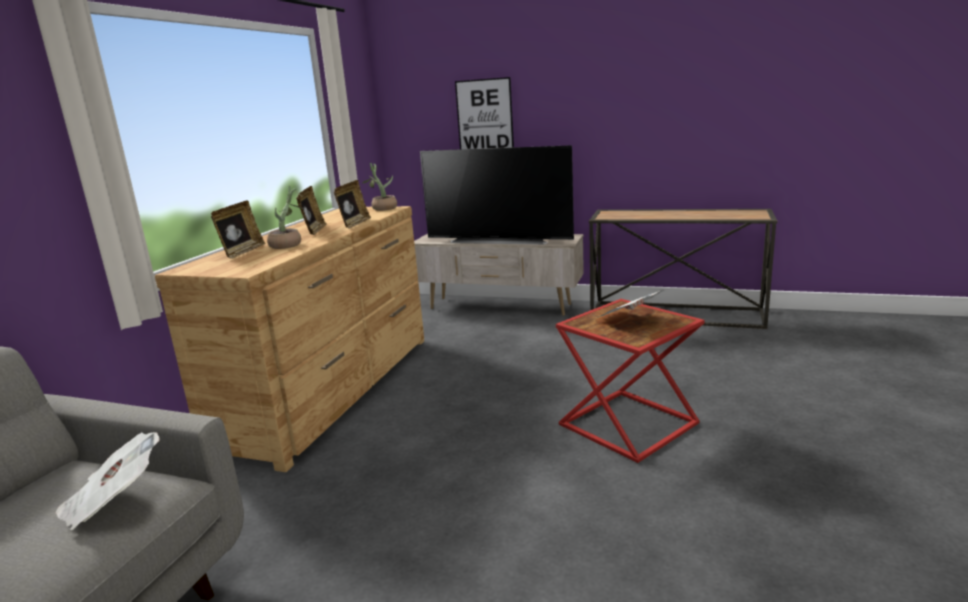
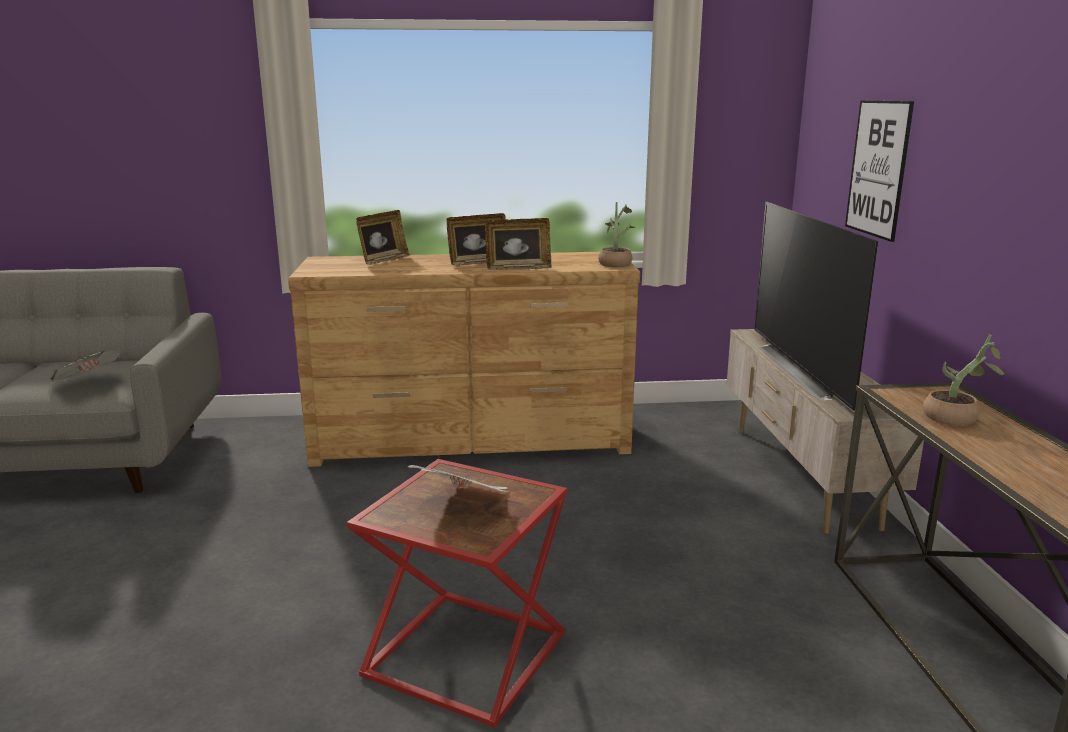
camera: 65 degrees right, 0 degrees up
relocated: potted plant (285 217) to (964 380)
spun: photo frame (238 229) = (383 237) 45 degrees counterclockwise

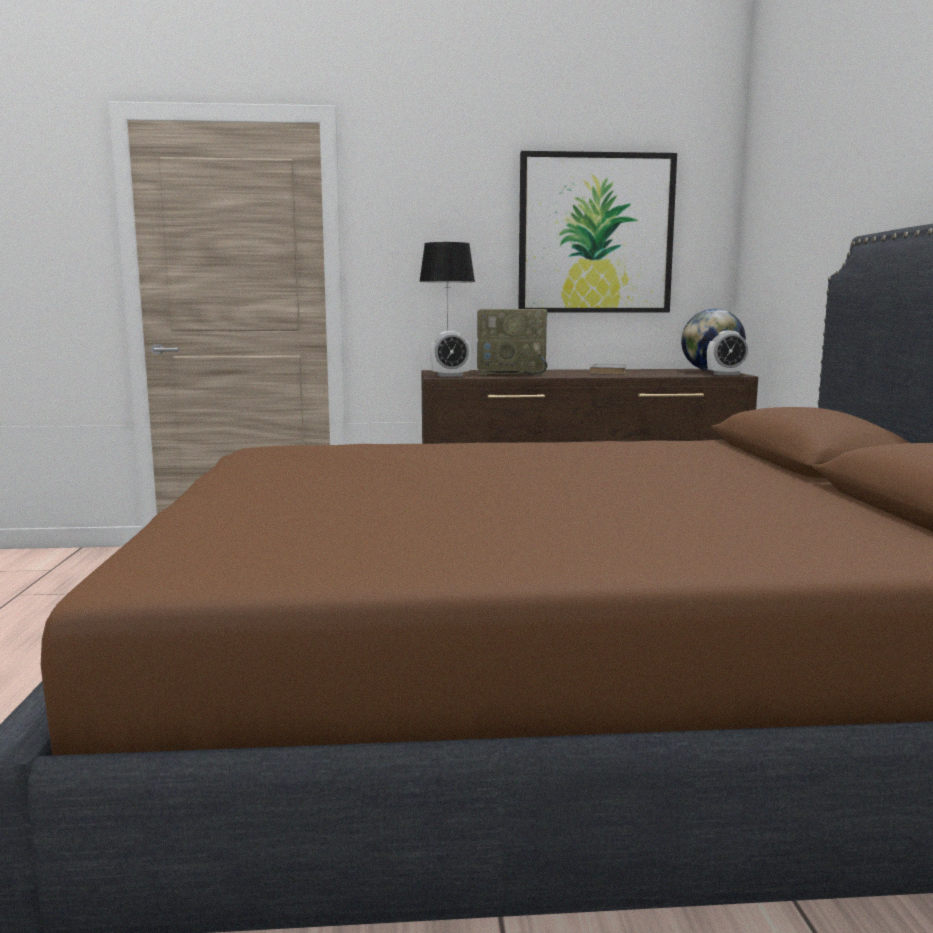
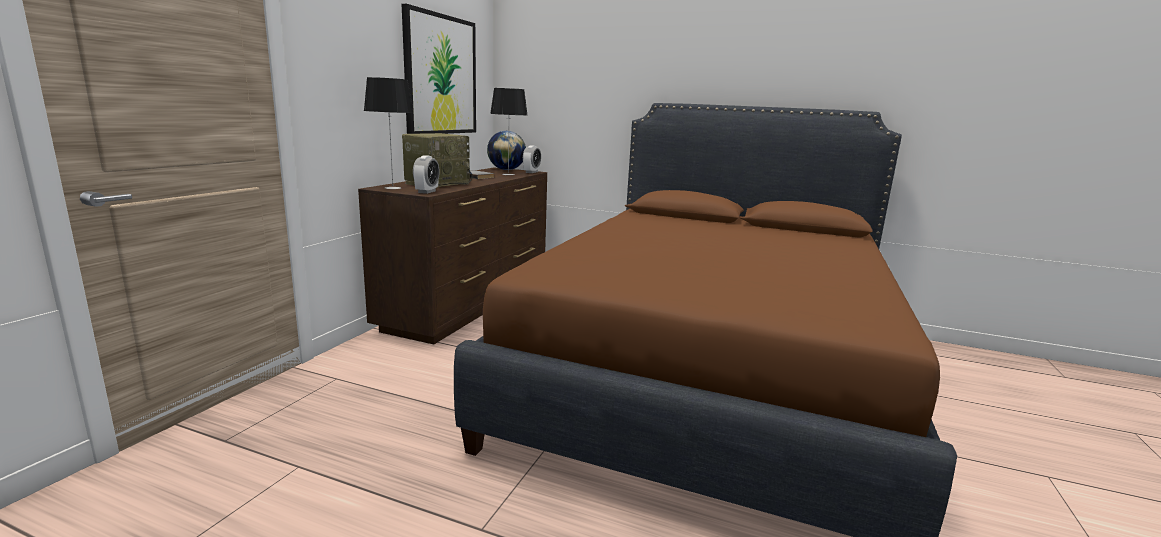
camera: 65 degrees left, 5 degrees up
appeared: tabletop lamp (508 131)

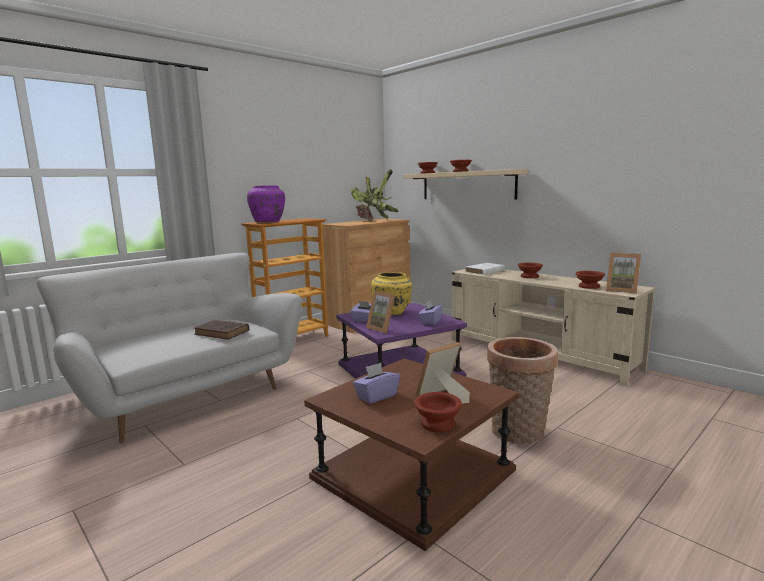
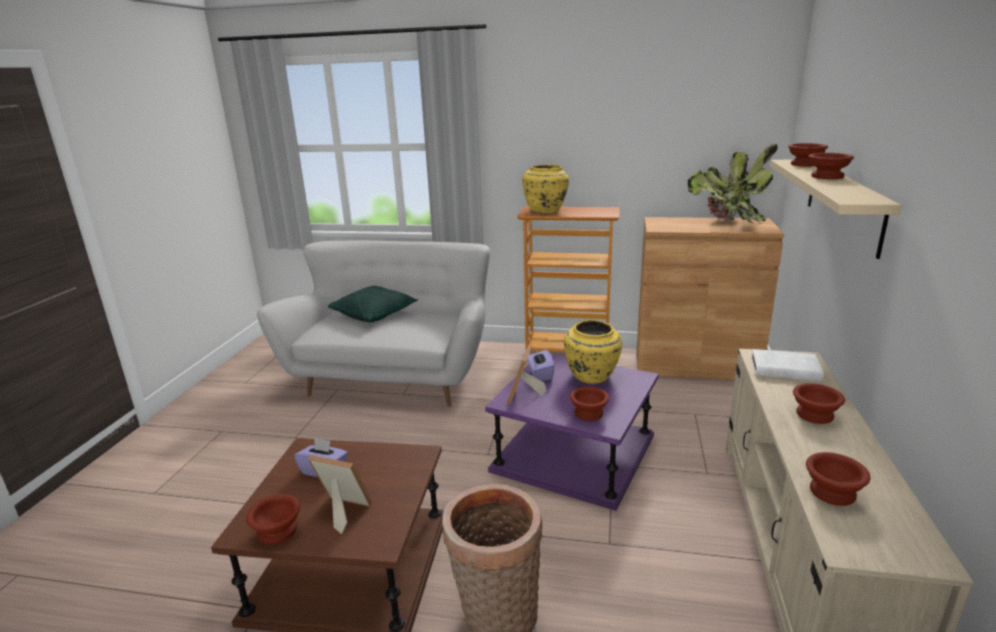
camera: 55 degrees right, 10 degrees up
missing: bound book (brown-coloured) (221 329); photo frame (623 273)
appeared: pillow (greenish) (373 304)
exchanged: tissue box (purple) (431 312) to deep dish (brown-coloured) (589 404)
colour: flower vase (purple) (266 203) to flower vase (yellowish) (545 188)

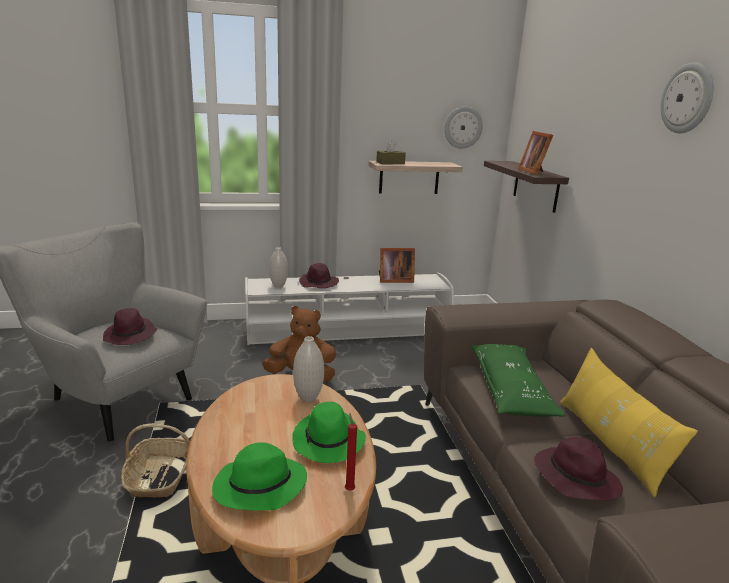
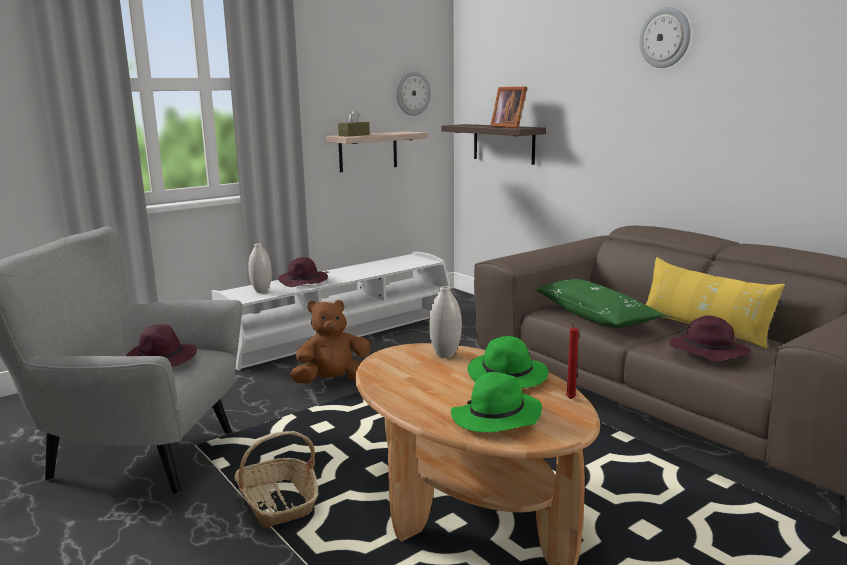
camera: 25 degrees left, 5 degrees down
missing: photo frame (397 265)

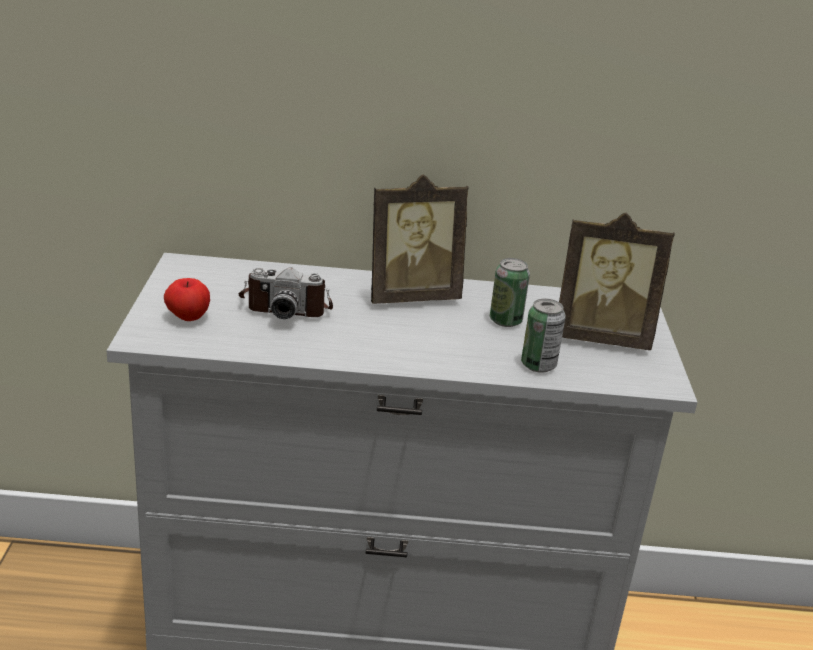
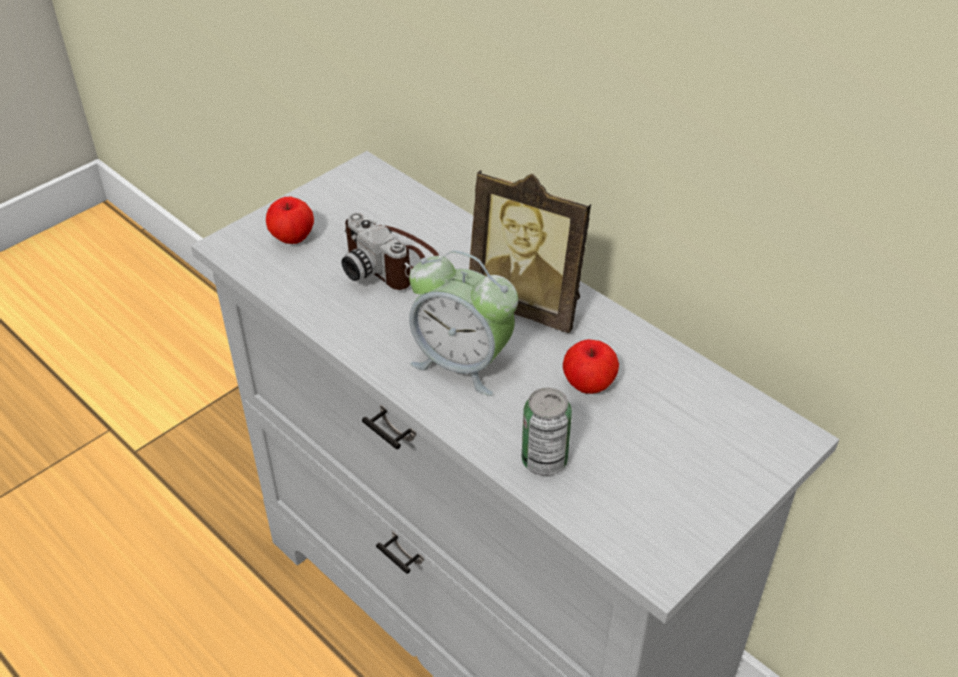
camera: 45 degrees right, 15 degrees up
missing: photo frame (617 281)
appeared: alarm clock (463 323)
exchanged: metal can (510 292) to apple fruit (591 366)

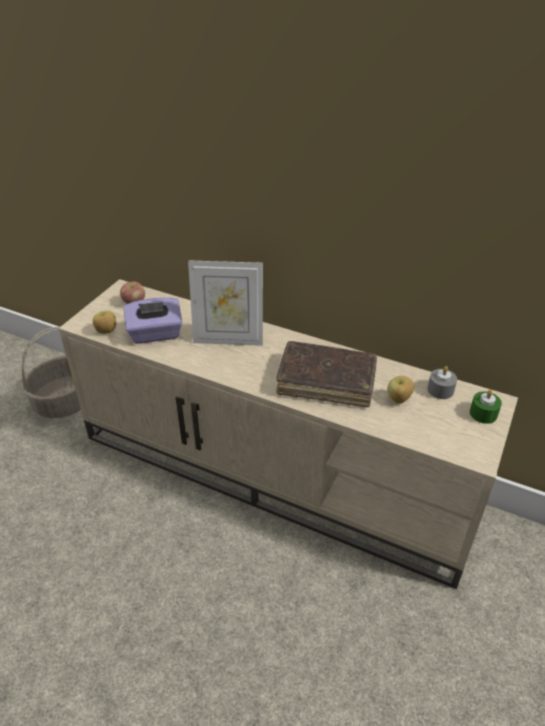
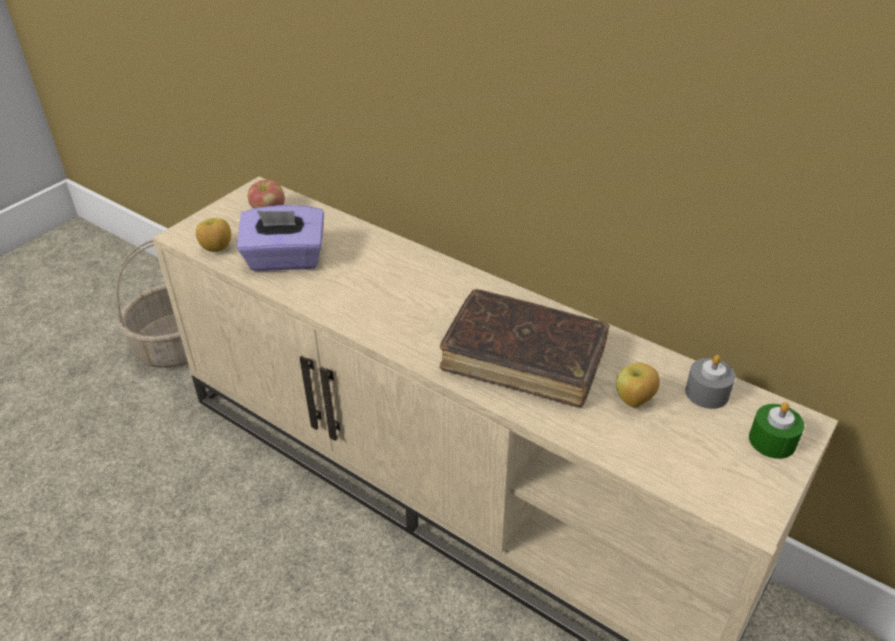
camera: 10 degrees right, 0 degrees up
missing: photo frame (225 303)

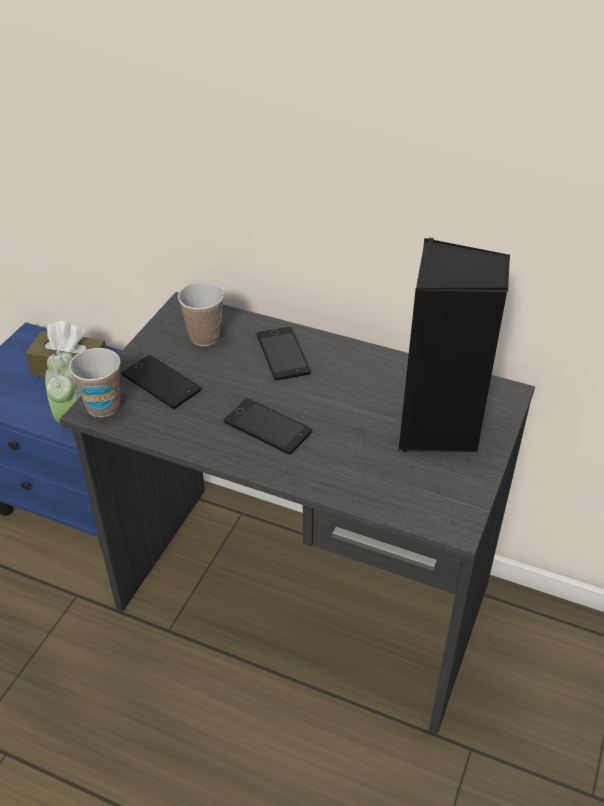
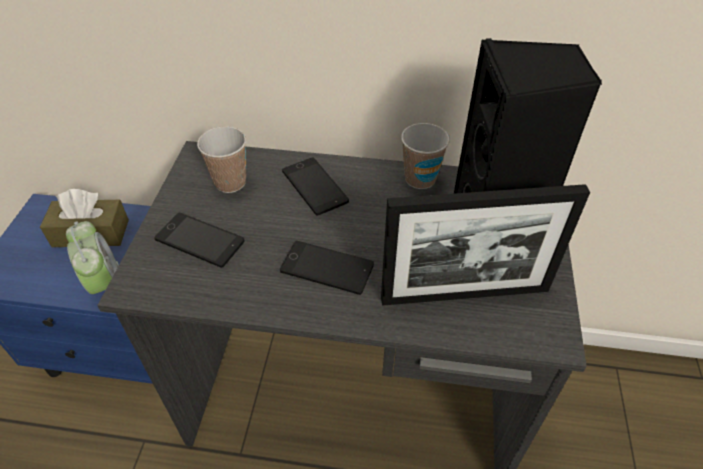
camera: 15 degrees left, 5 degrees up
appeared: photo frame (485 245)
relocated: small cup (94 382) to (425 156)

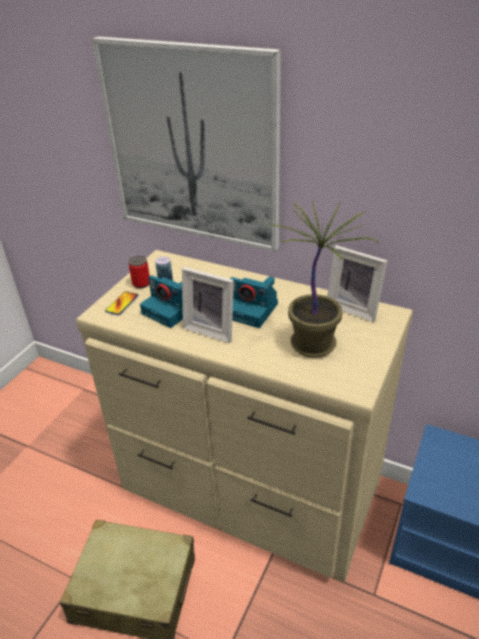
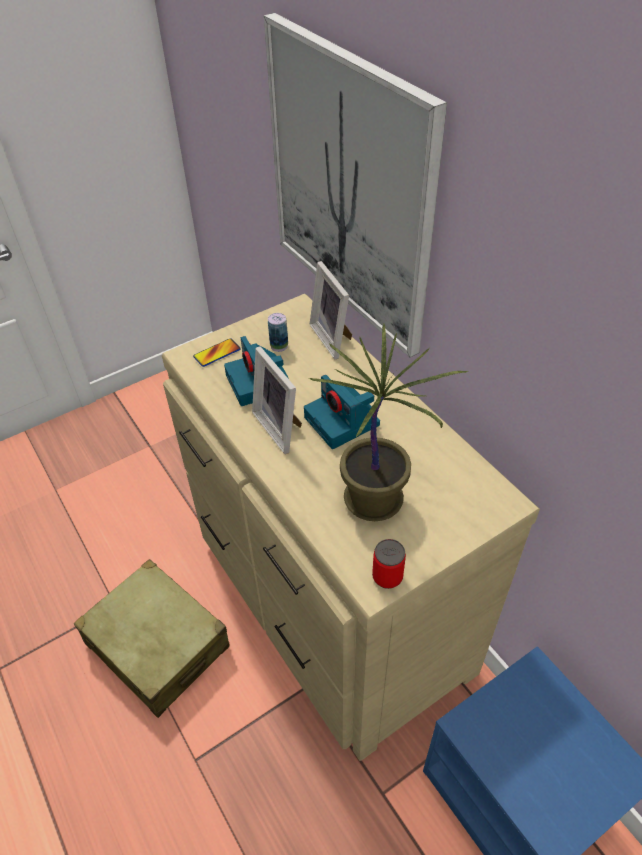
camera: 30 degrees right, 10 degrees up
relocated: photo frame (357 283) to (331 310); metal can (139 272) to (389 564)

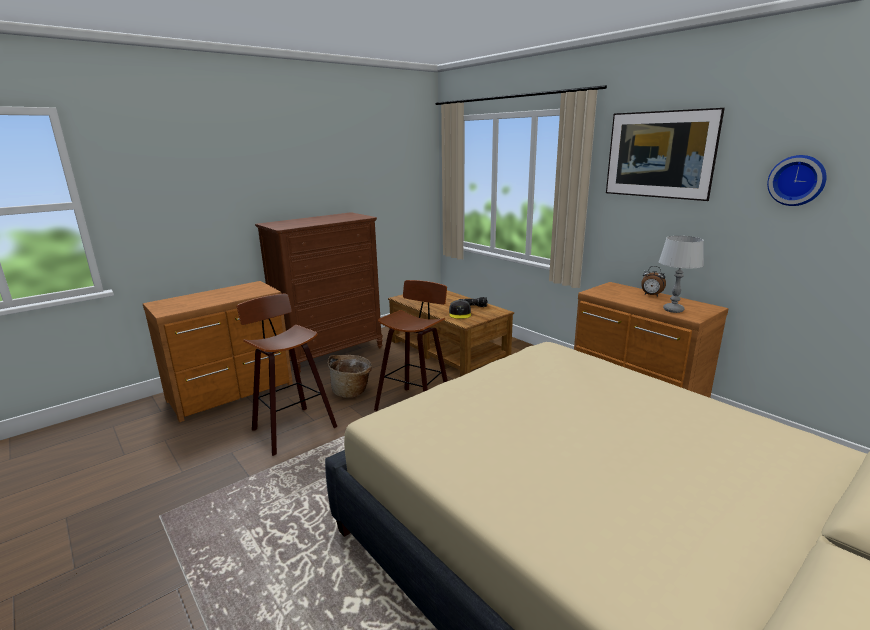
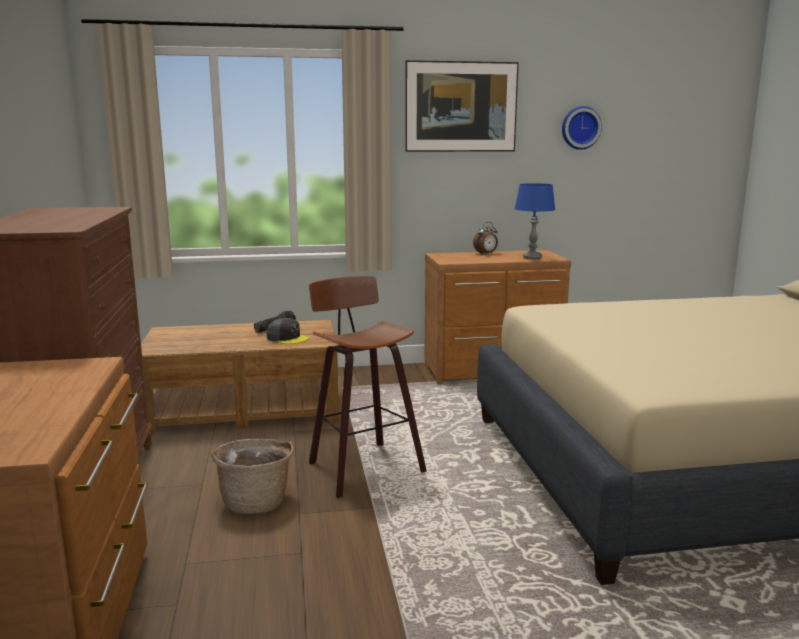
camera: 60 degrees left, 5 degrees down
missing: sitting stool (287 374)
colour: tabletop lamp (greyish) (681 274) to tabletop lamp (blue) (534 221)

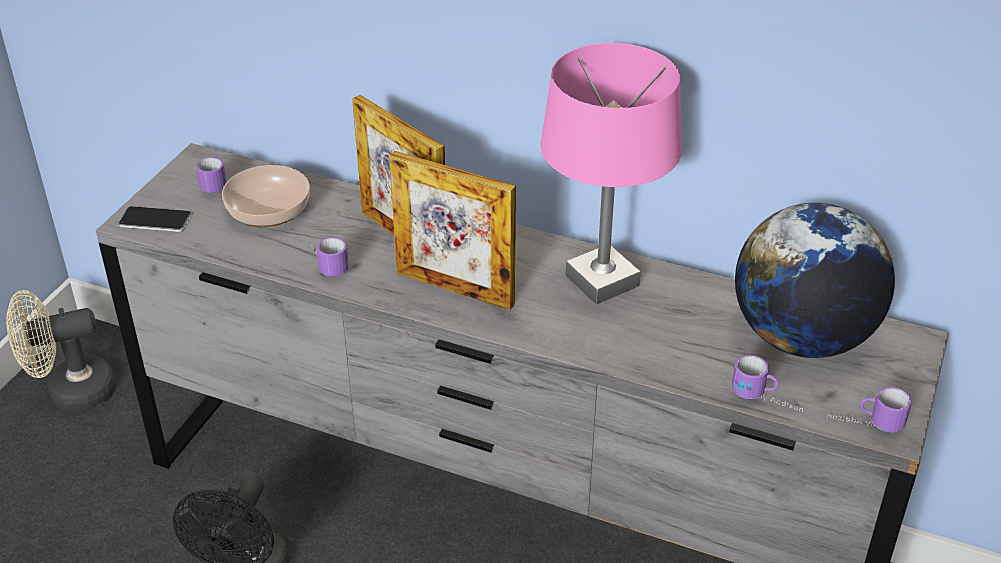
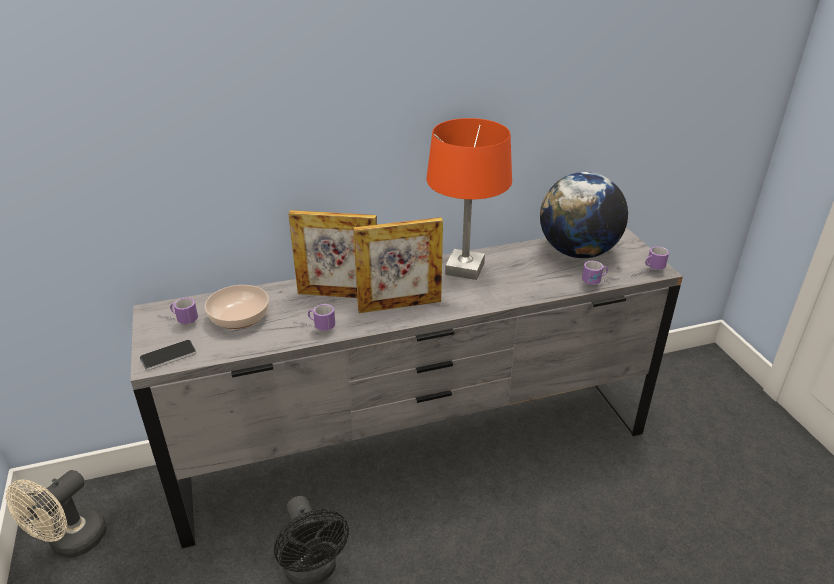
camera: 40 degrees left, 5 degrees down
colour: tabletop lamp (pink) (611 173) to tabletop lamp (orangey) (469 199)

